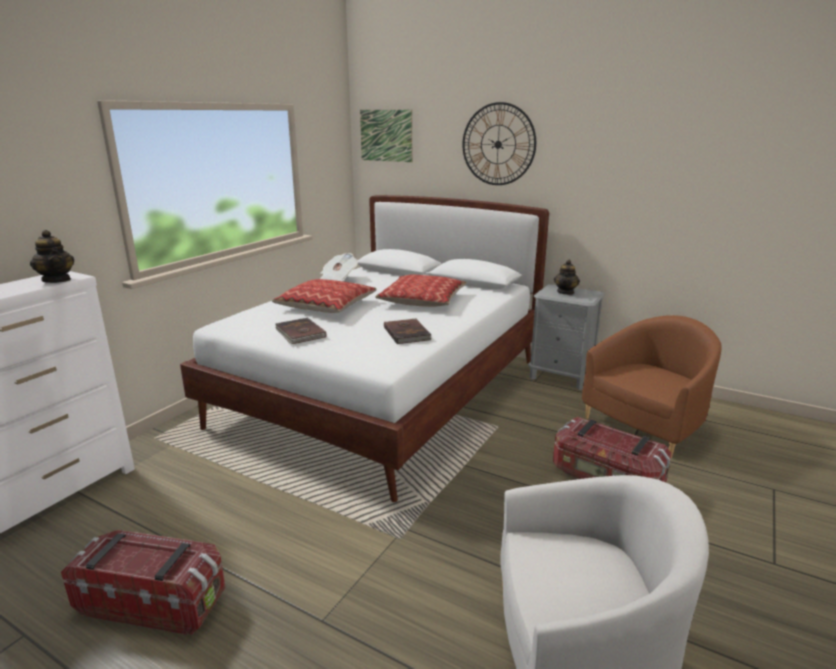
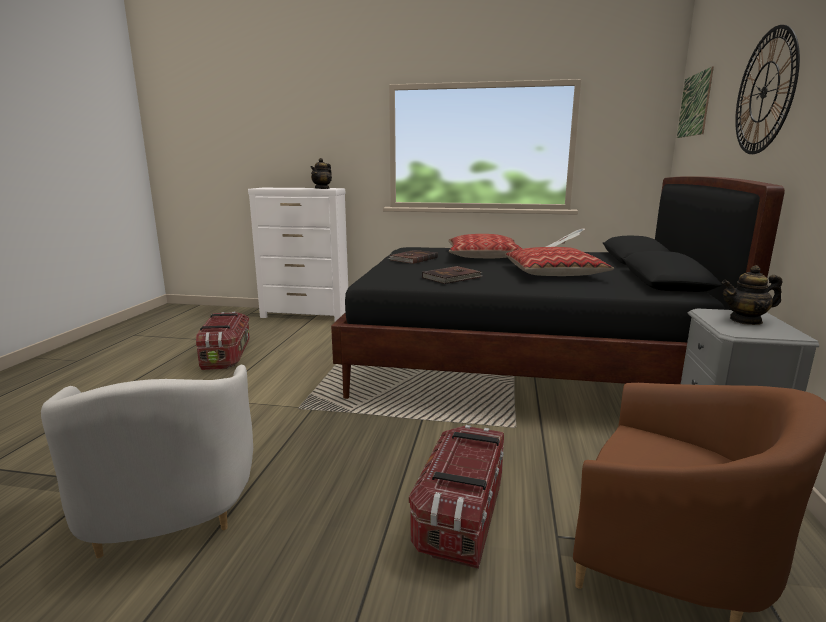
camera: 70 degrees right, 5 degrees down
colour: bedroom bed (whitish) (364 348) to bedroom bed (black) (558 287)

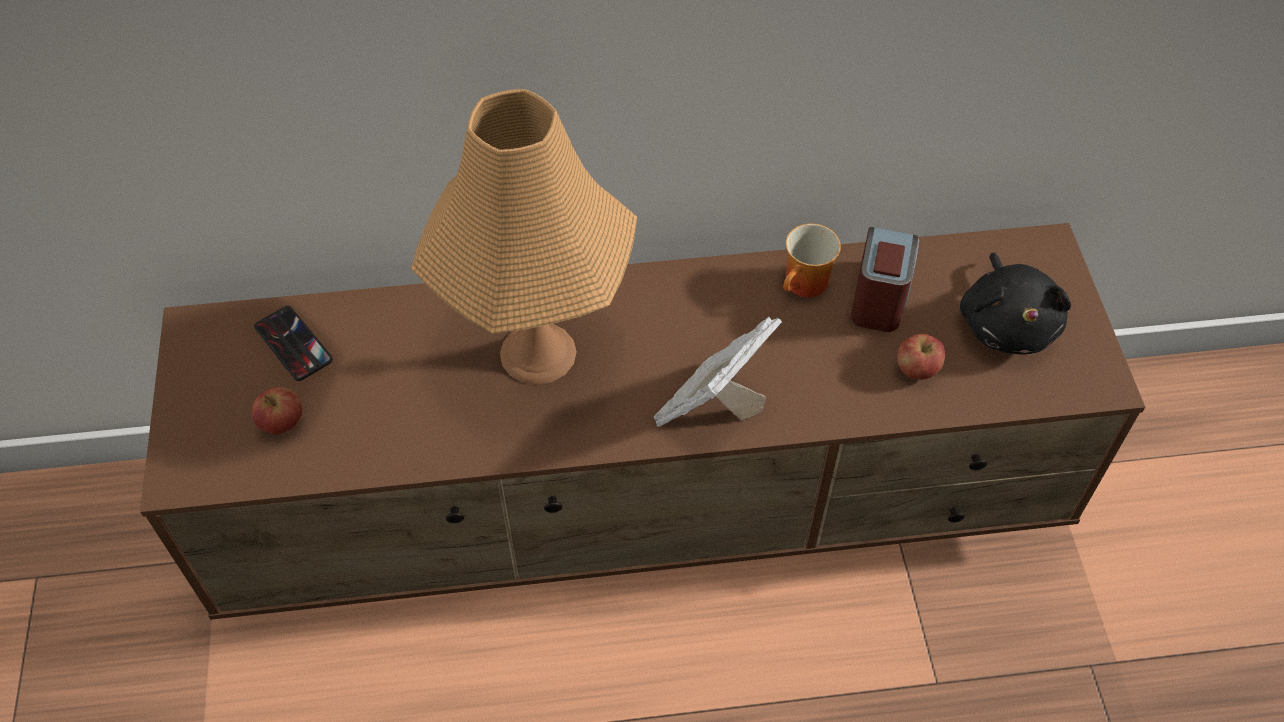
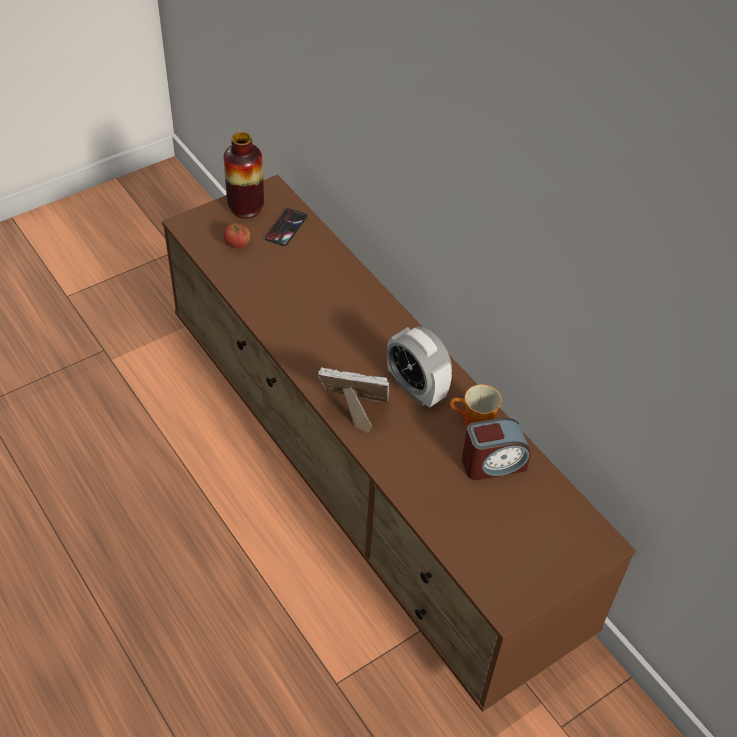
camera: 60 degrees right, 5 degrees down
missing: tabletop lamp (orangey) (524 237); apple fruit (921 357); cuddly toy (black) (1015 303)
appeared: flower vase (244 175); alarm clock (419 367)

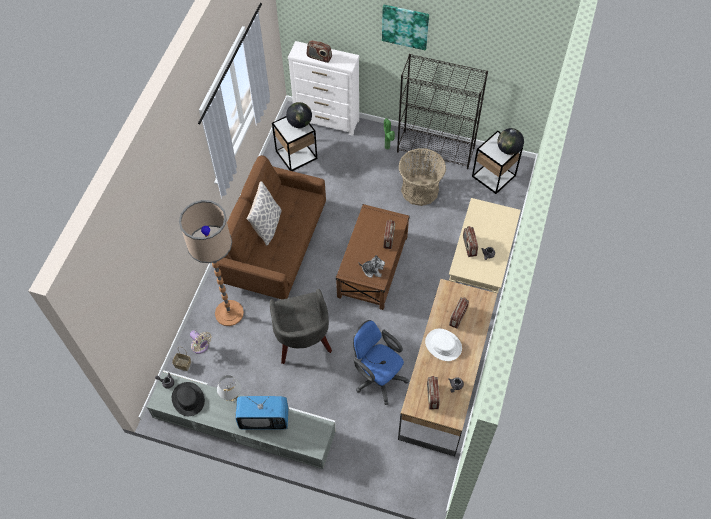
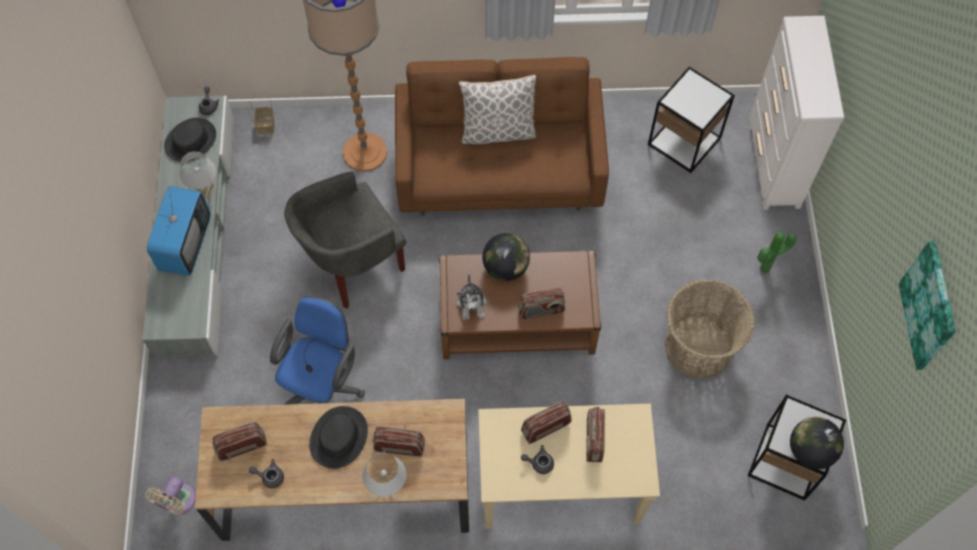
camera: 70 degrees right, 5 degrees up
missing: bookcase (black) (442 111)
appeared: tabletop lamp (whitish) (384 474)
relocated: fan (sand-coloured) (201 342) to (170 495); world globe (299 115) to (506 257); radio (319 51) to (595 434); wall art (405 27) to (927 305)
colour: wearable hat (whitish) (443 345) to wearable hat (black) (338 437)
spun: television (261 413) = (179 231) 150 degrees counterclockwise

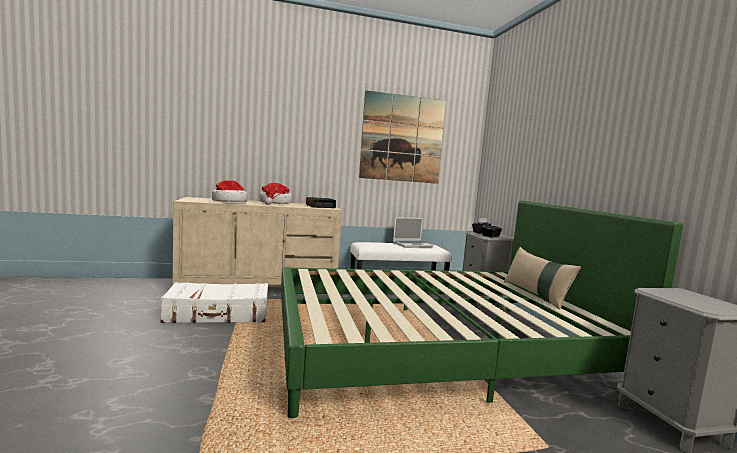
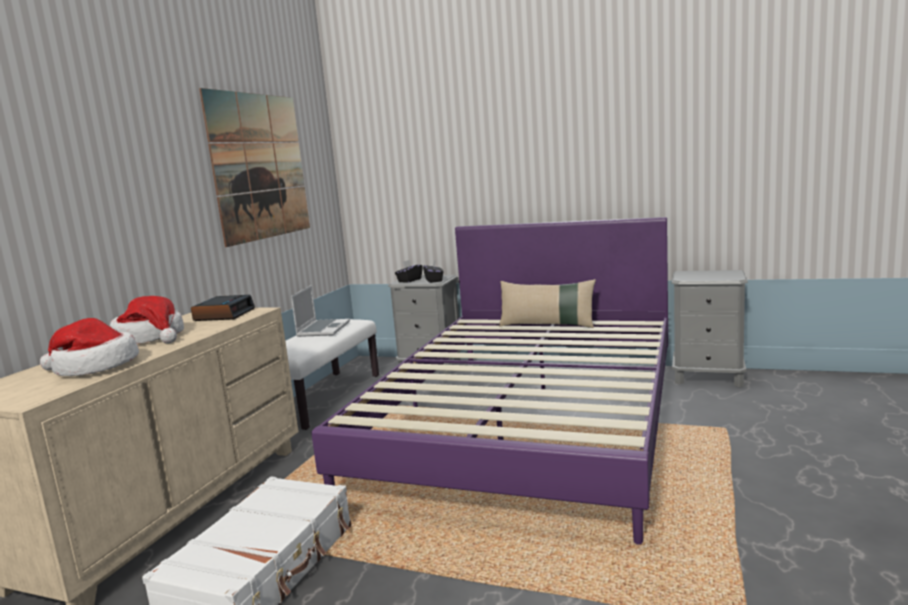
camera: 55 degrees left, 5 degrees up
colour: bedroom bed (greenish) (482 309) to bedroom bed (purple) (489 380)

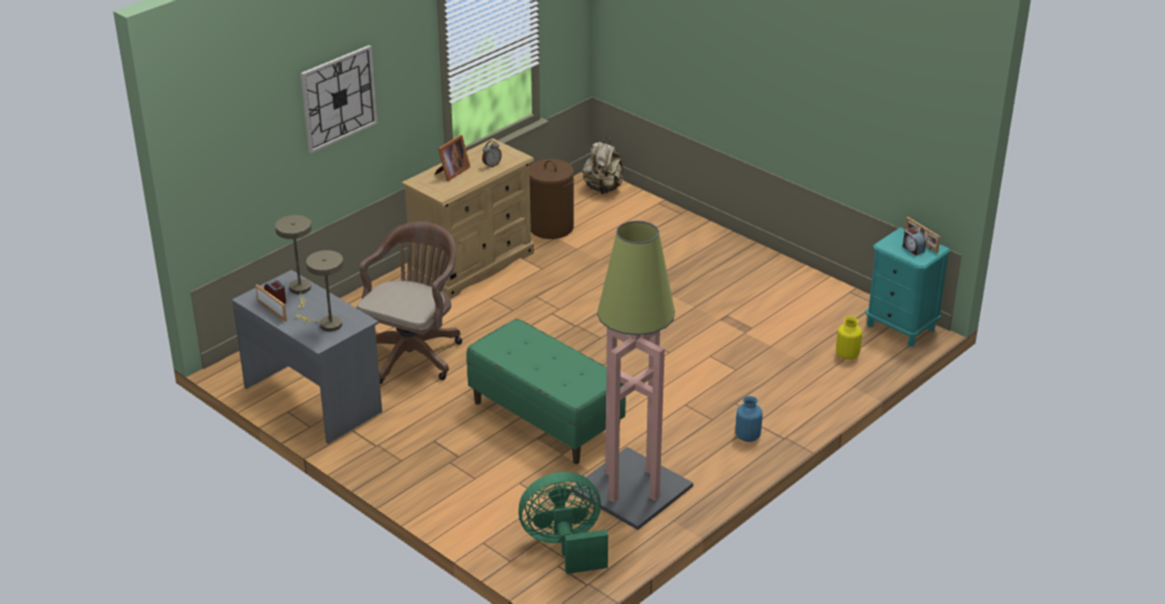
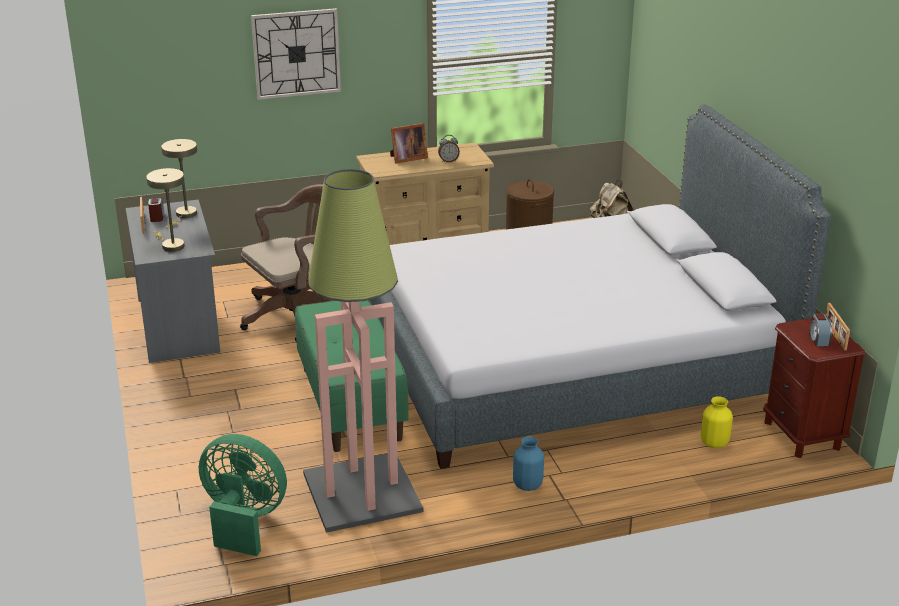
camera: 30 degrees right, 5 degrees down
appeared: bedroom bed (greyish) (600 286)
colour: night table (turquoise-coloured) (908 287) to night table (brown-coloured) (814 388)

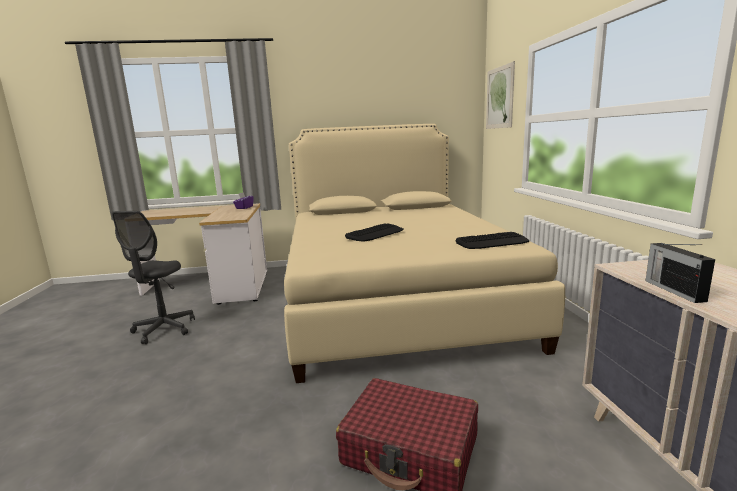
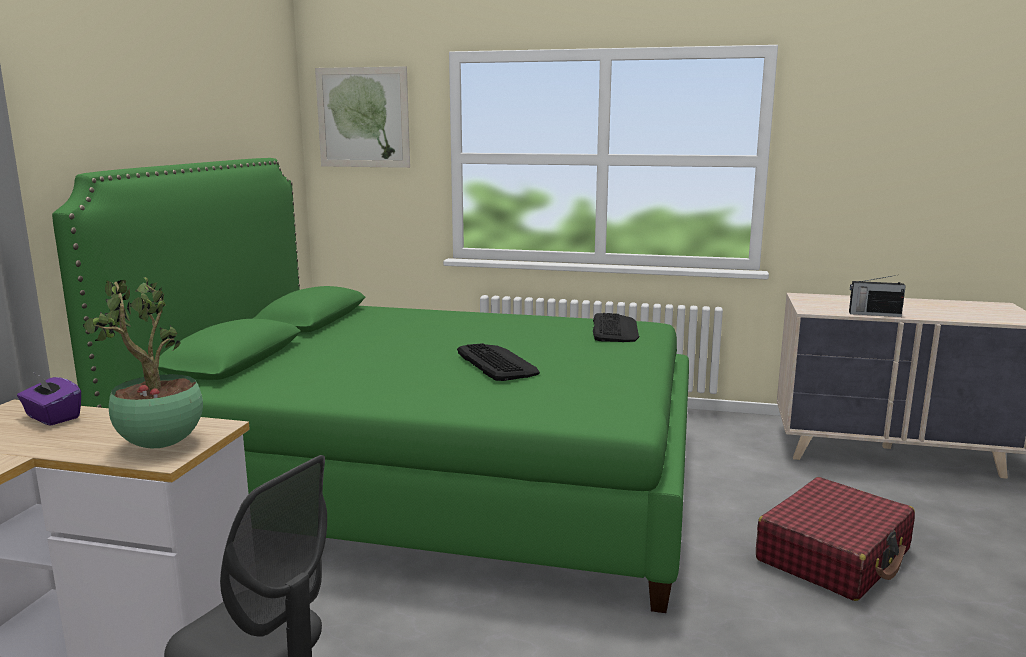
camera: 70 degrees left, 0 degrees up
appeared: potted plant (143 362)
colour: bedroom bed (sand-coloured) (424 253) to bedroom bed (greenish) (370 385)

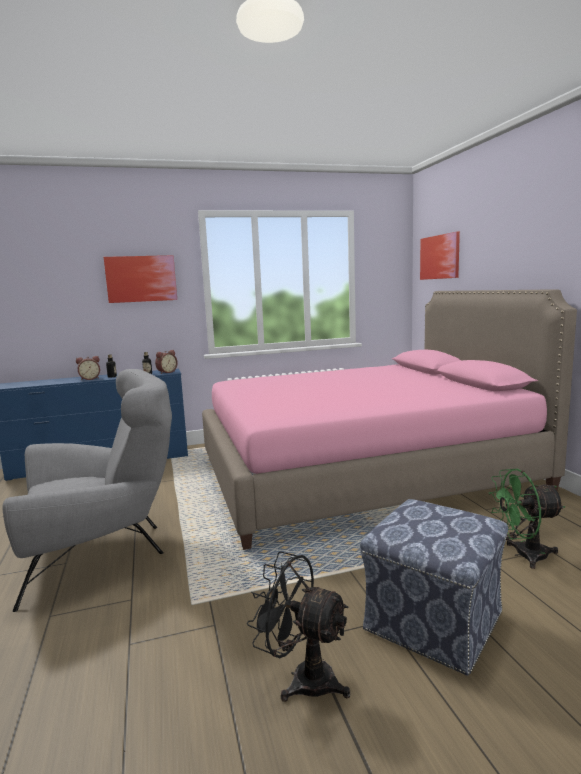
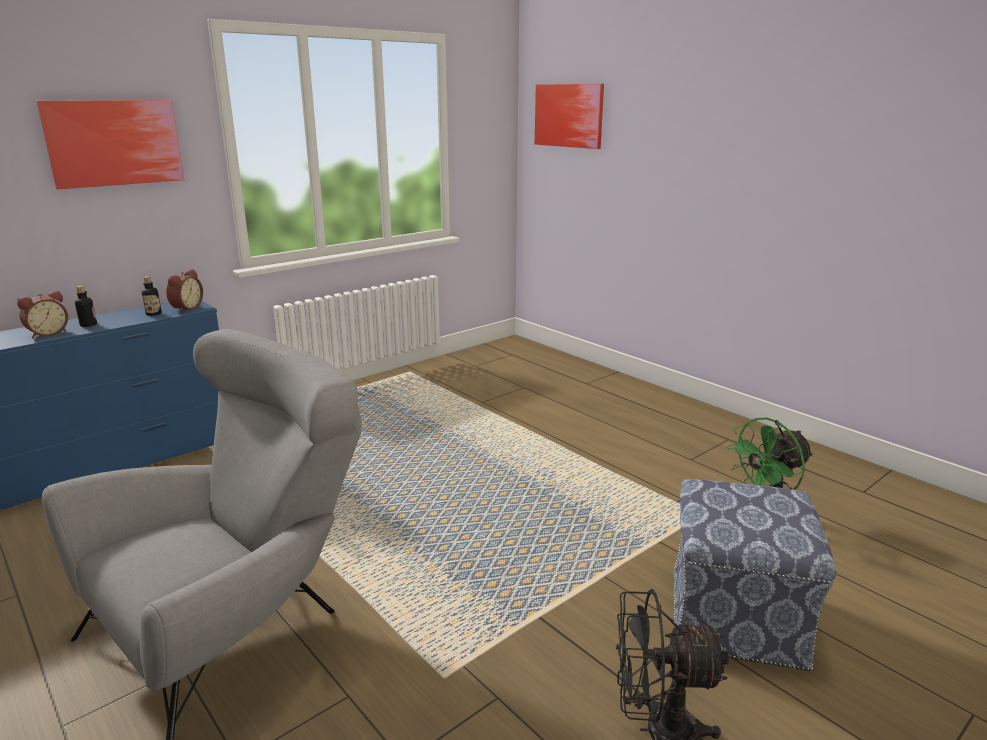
camera: 25 degrees left, 10 degrees up
missing: bedroom bed (pink) (389 419)

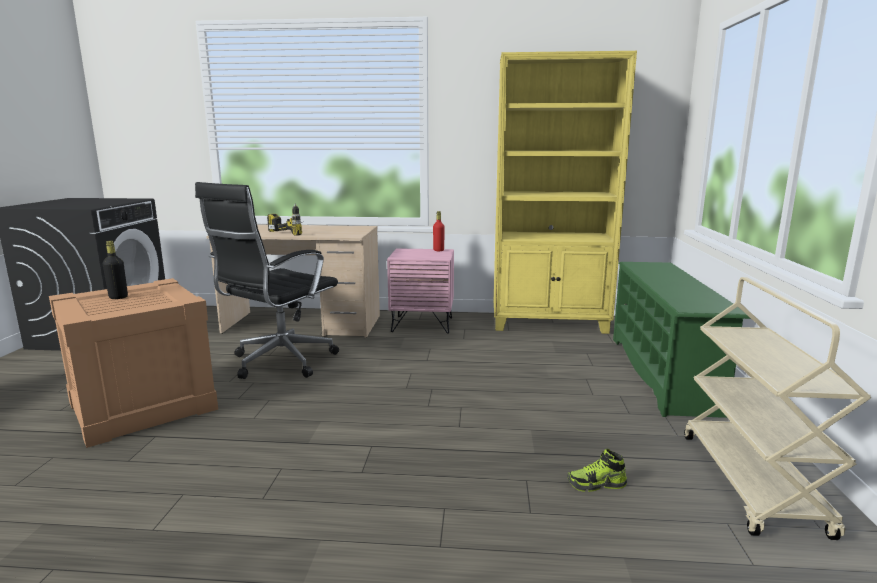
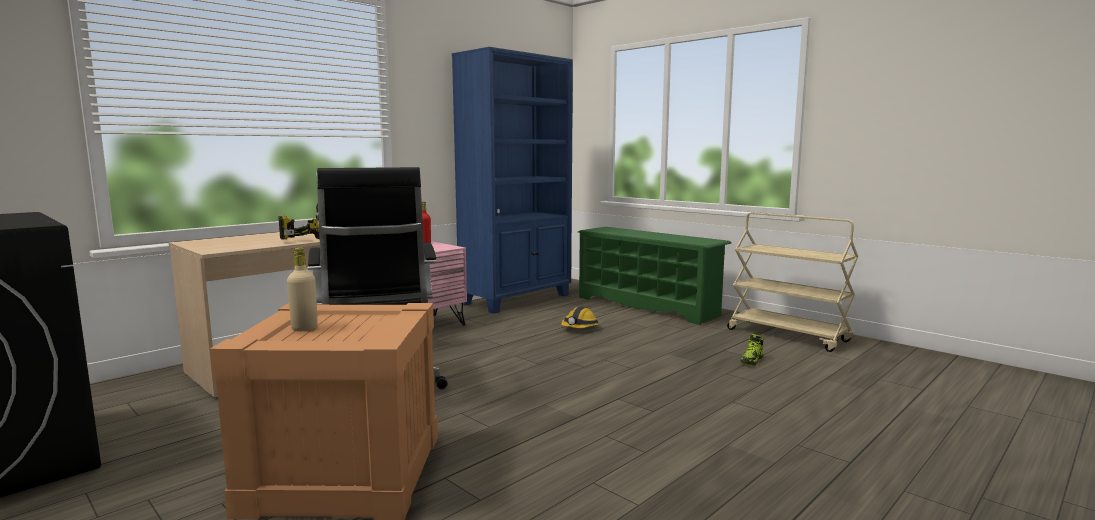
camera: 50 degrees left, 5 degrees down
appeared: work helmet (580 317)
colour: beverage bottle (black) (115 270) to beverage bottle (sand-coloured) (302 289); bookcase (yellowish) (565 192) to bookcase (blue) (512 180)

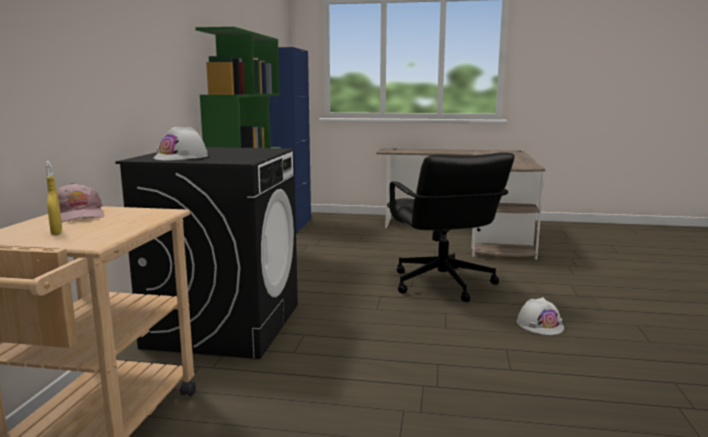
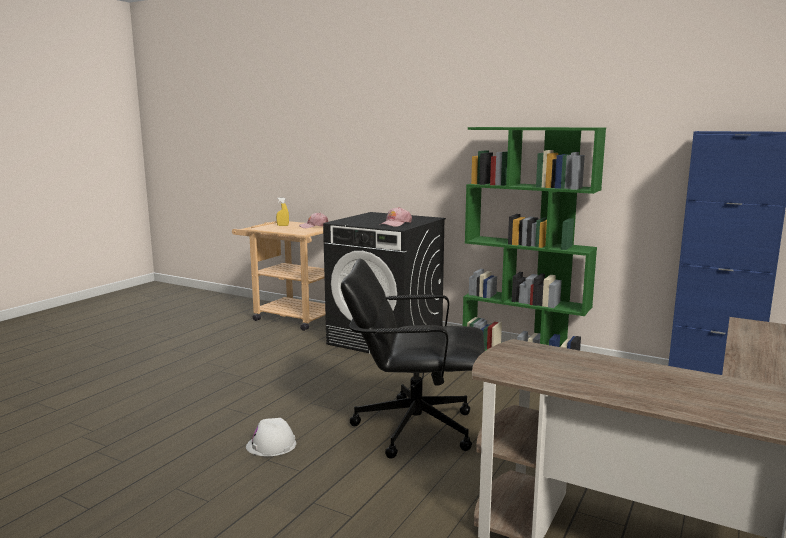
camera: 110 degrees right, 0 degrees up
missing: work helmet (whitish) (181 144)
appeared: baseball cap (pink) (396 217)

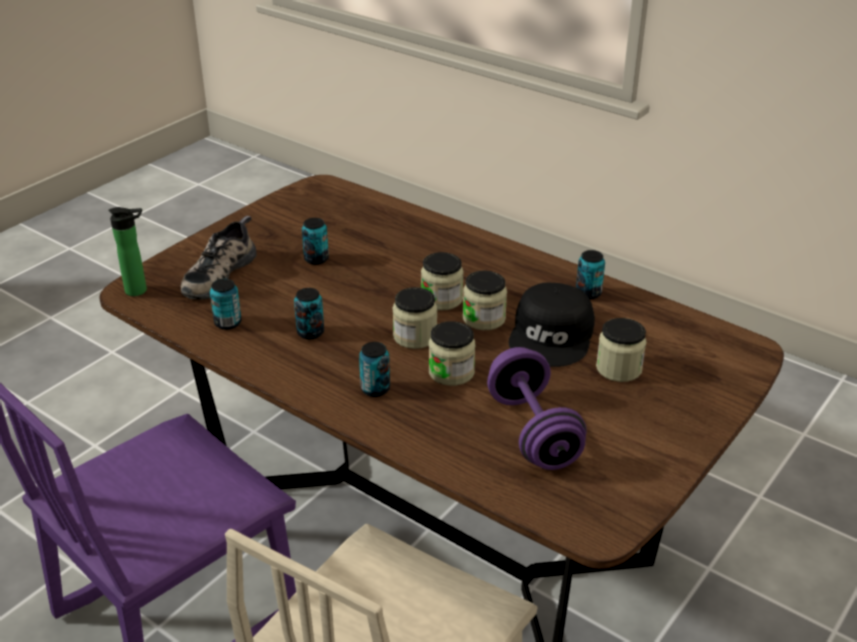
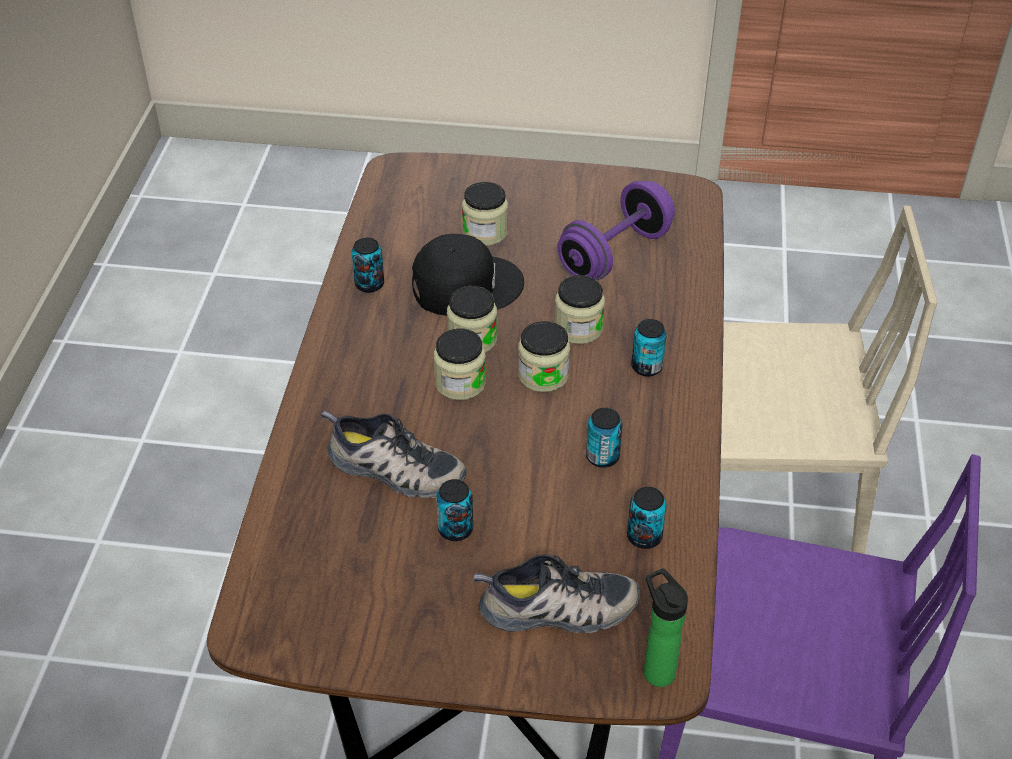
camera: 120 degrees left, 10 degrees up
appeared: item of footwear (394 454)

